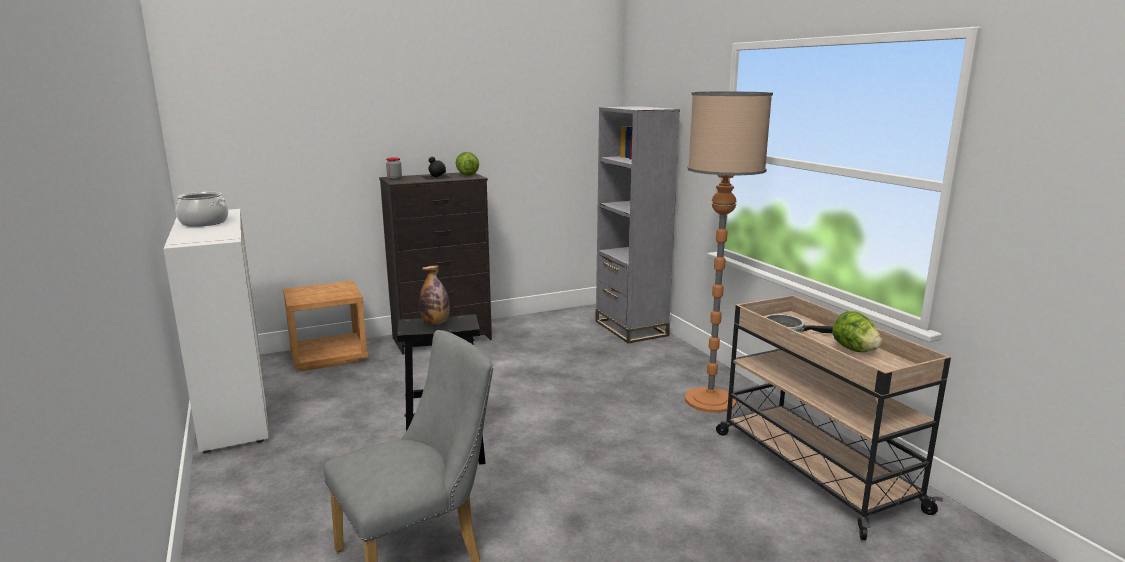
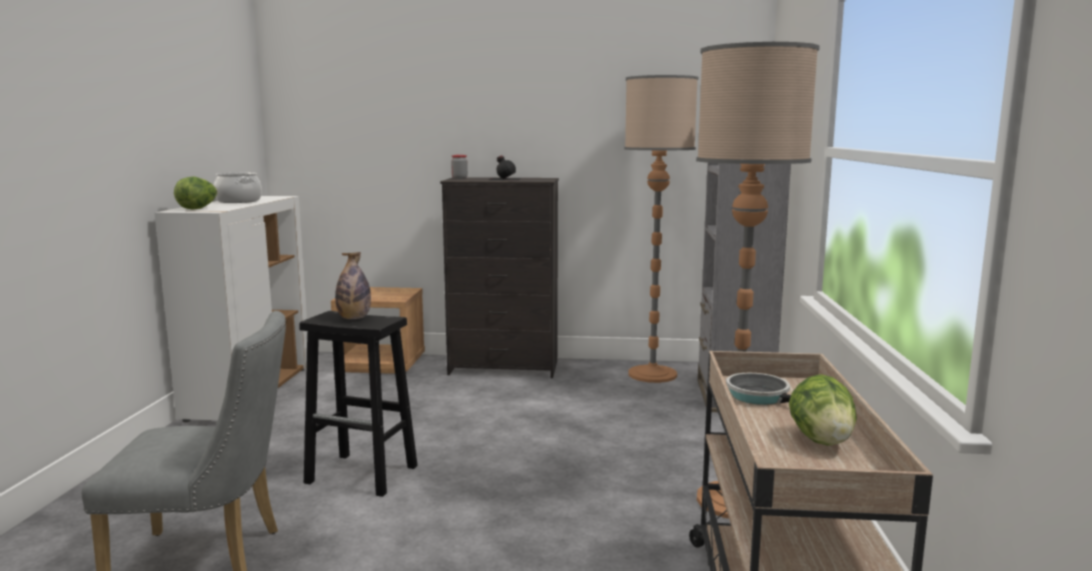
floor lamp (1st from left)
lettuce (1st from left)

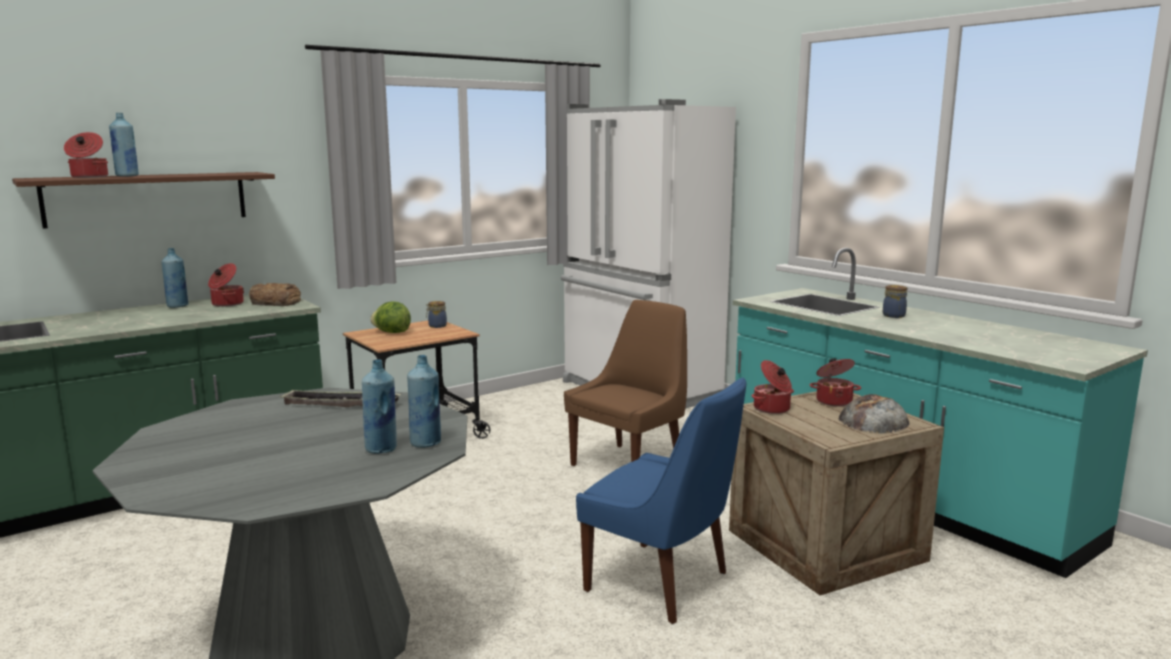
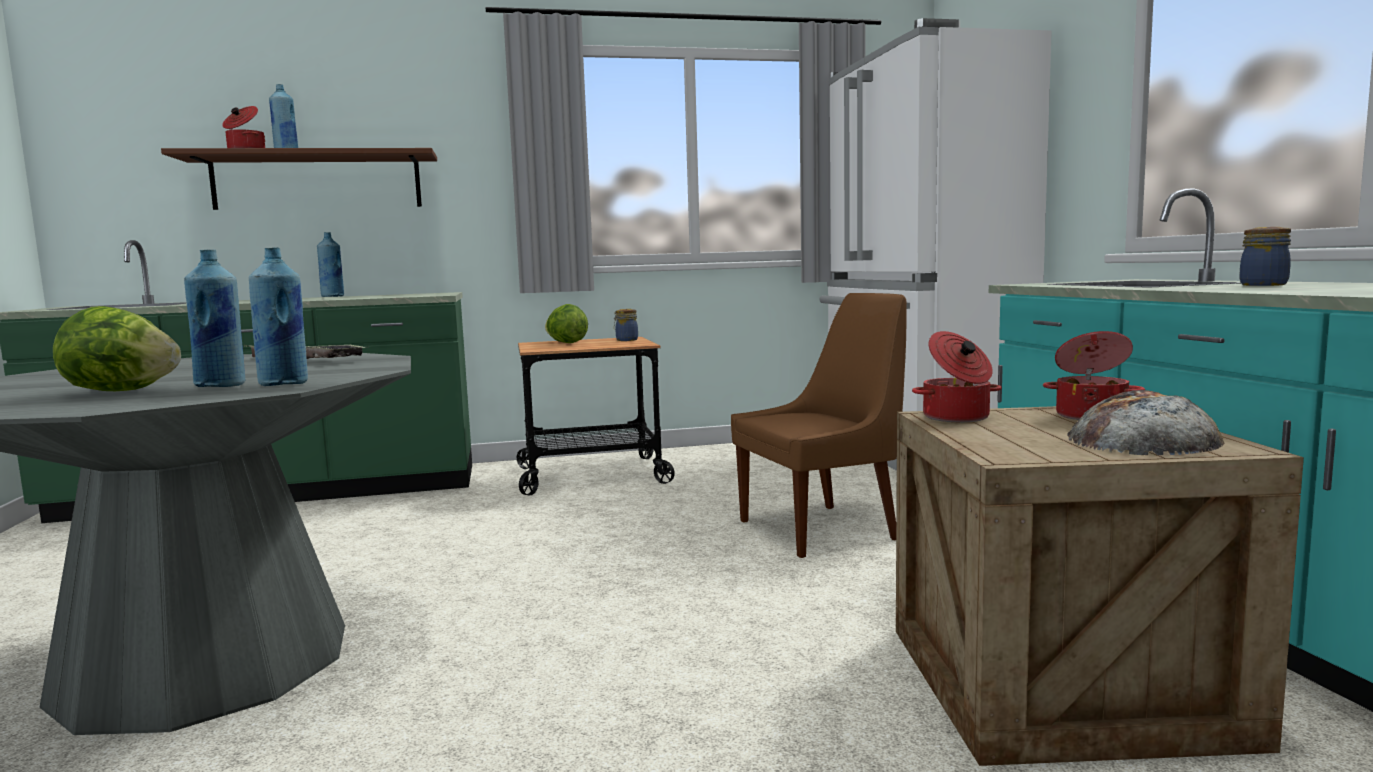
cooking pot (2nd from left in the first image)
bread (1st from left in the first image)
blue chair
lettuce (1st from left)

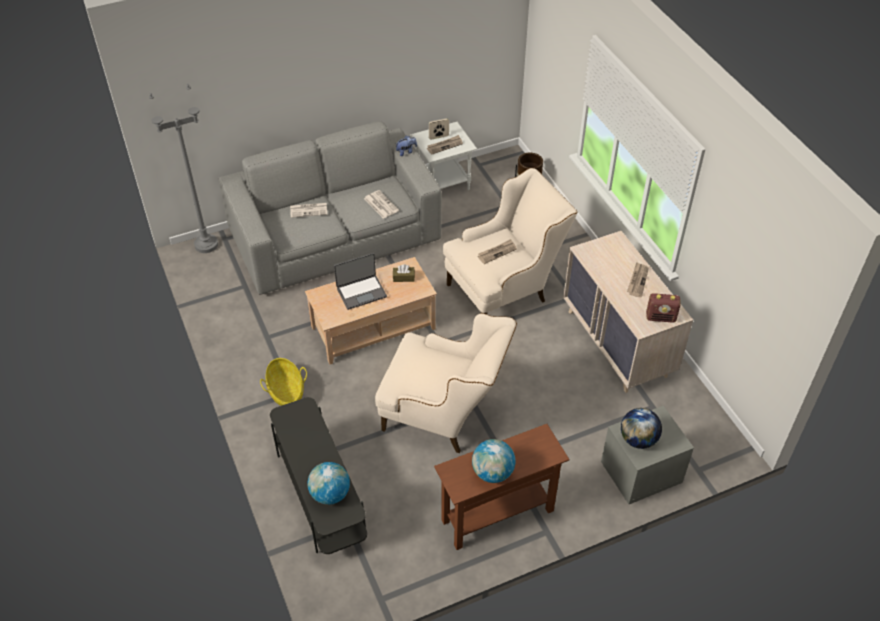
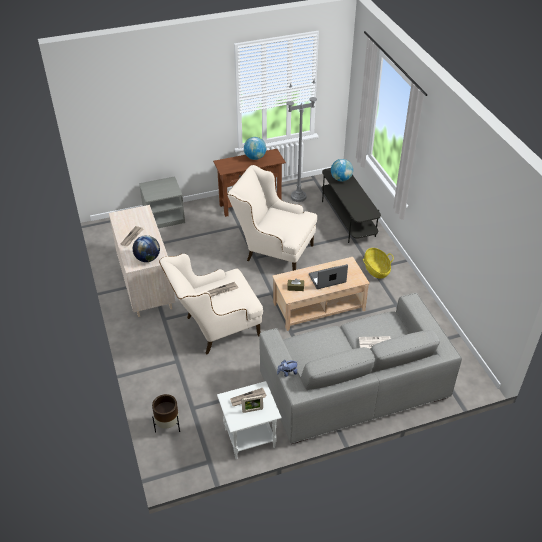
newspaper (2nd from left in the first image)
radio
grey floor lamp
globe (1st from left)

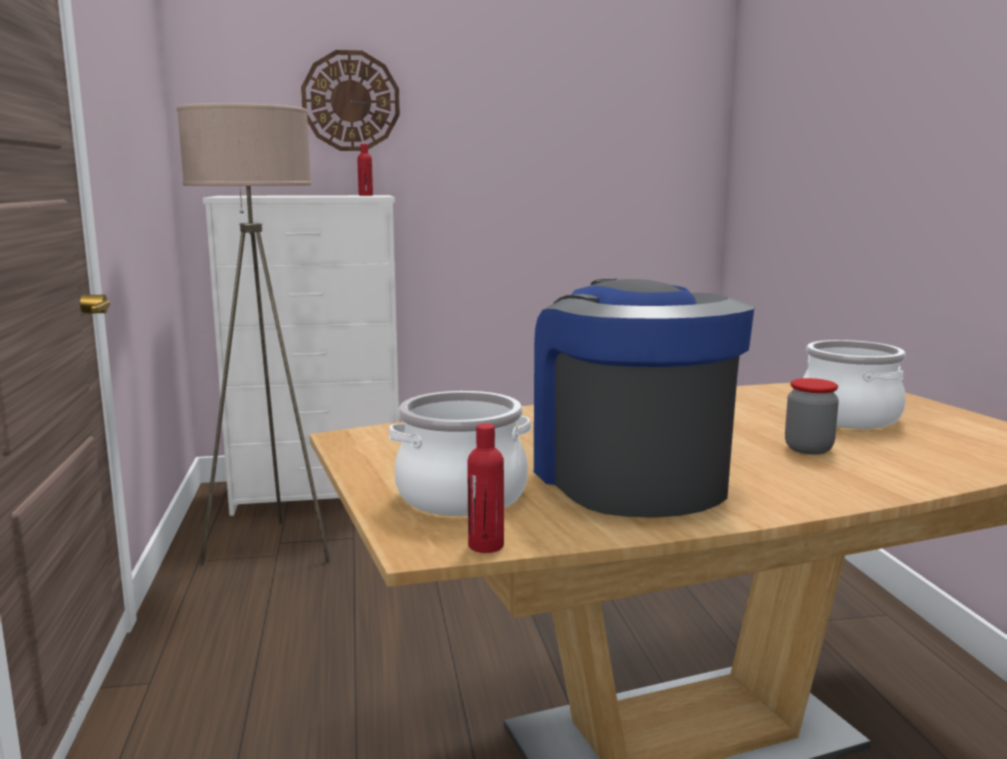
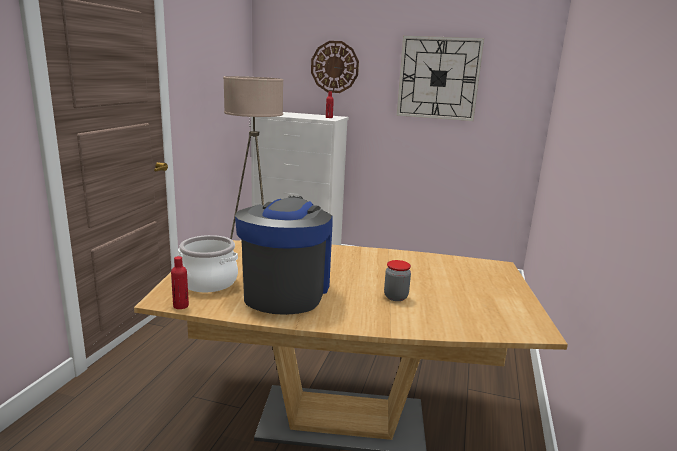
cooking pot (2nd from left in the first image)
wall clock (2nd from left)

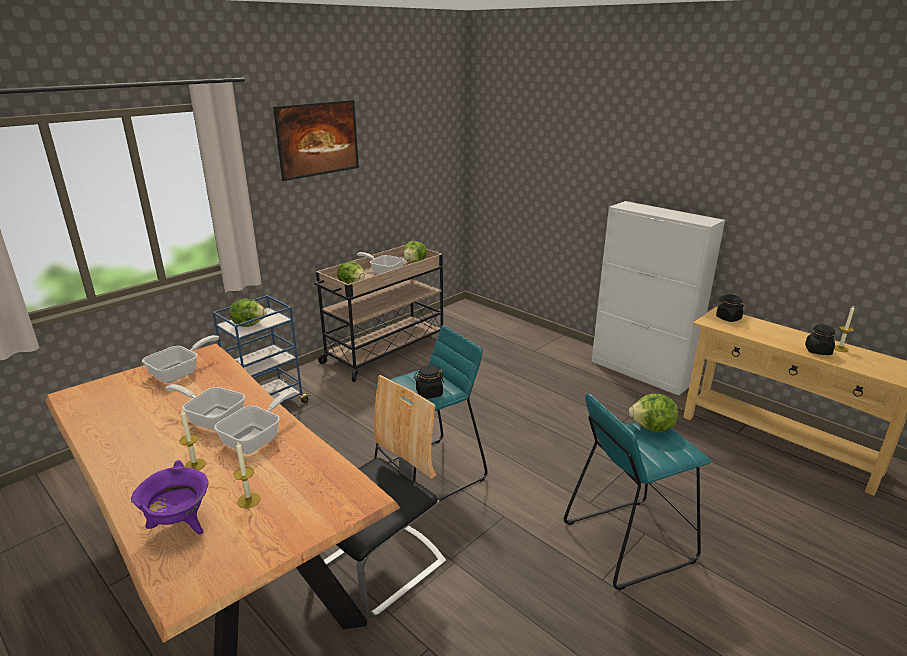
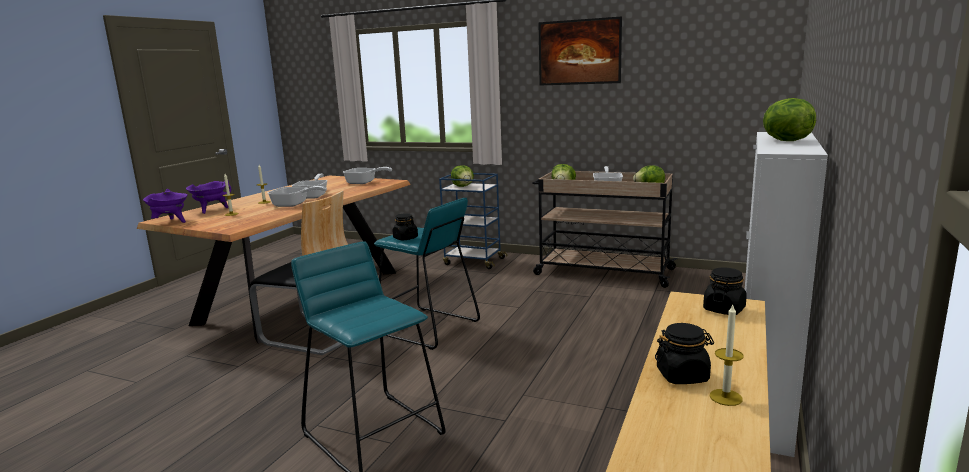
purple cooking pot (1st from left)
lettuce (4th from left)

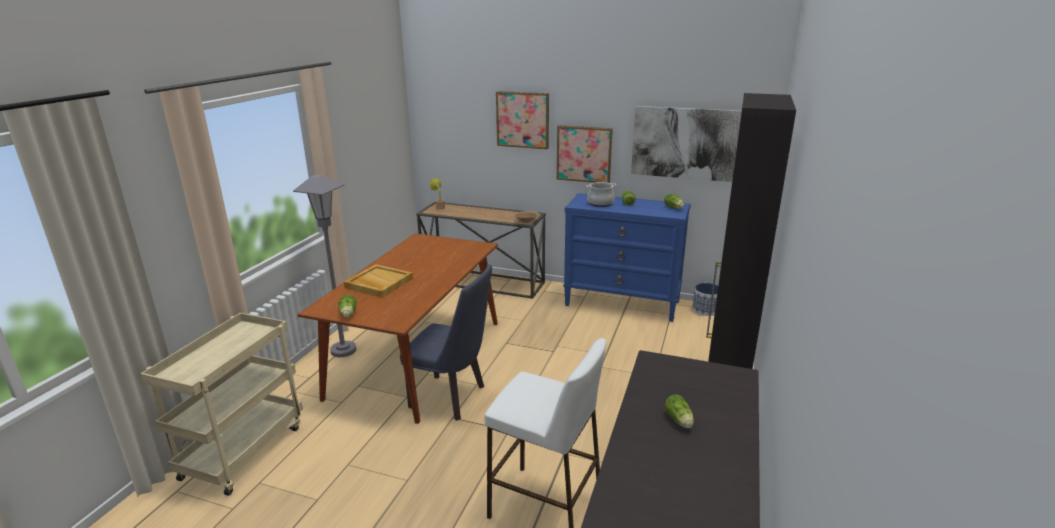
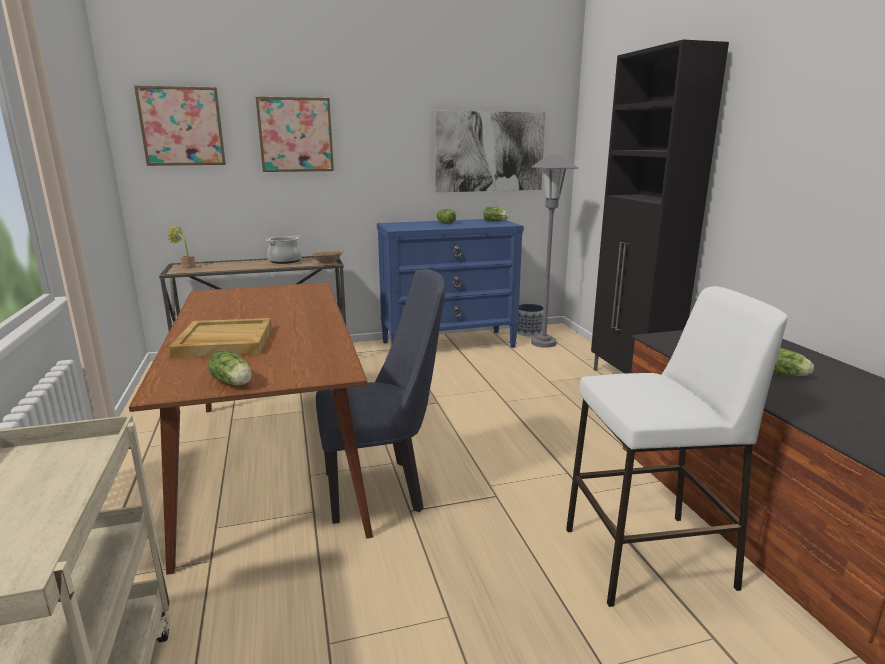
grey floor lamp
picture (1st from left)
cooking pot

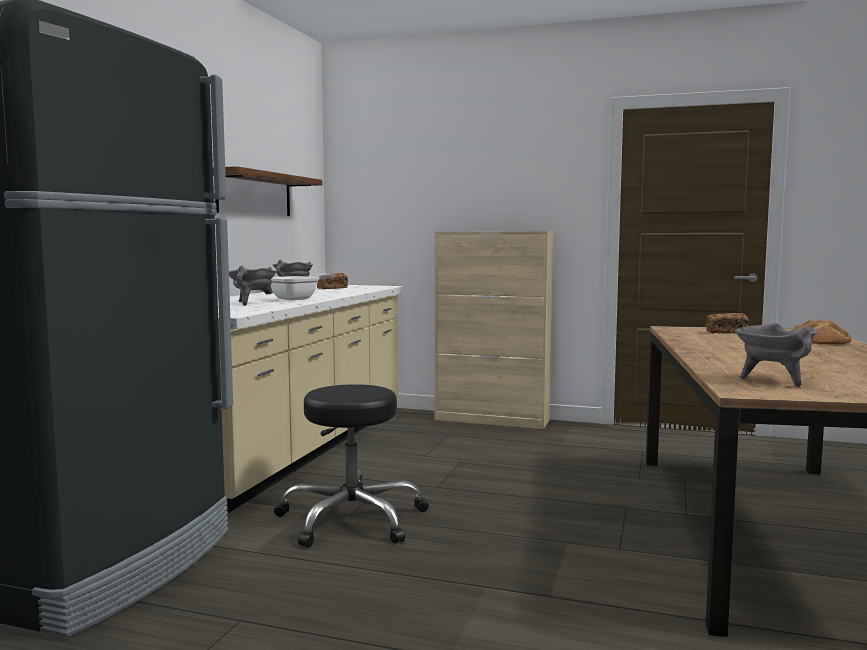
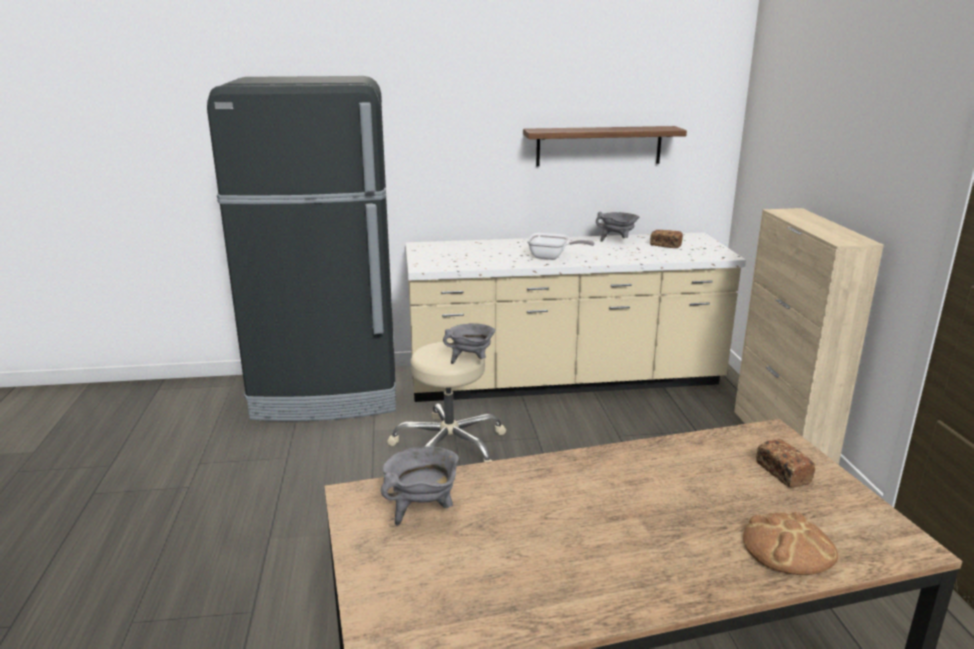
grey cooking pot (2nd from left)
beige stool

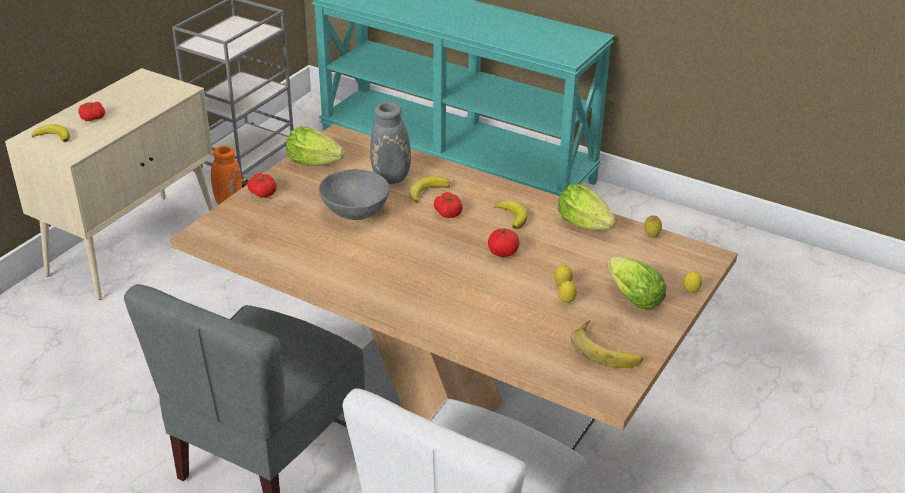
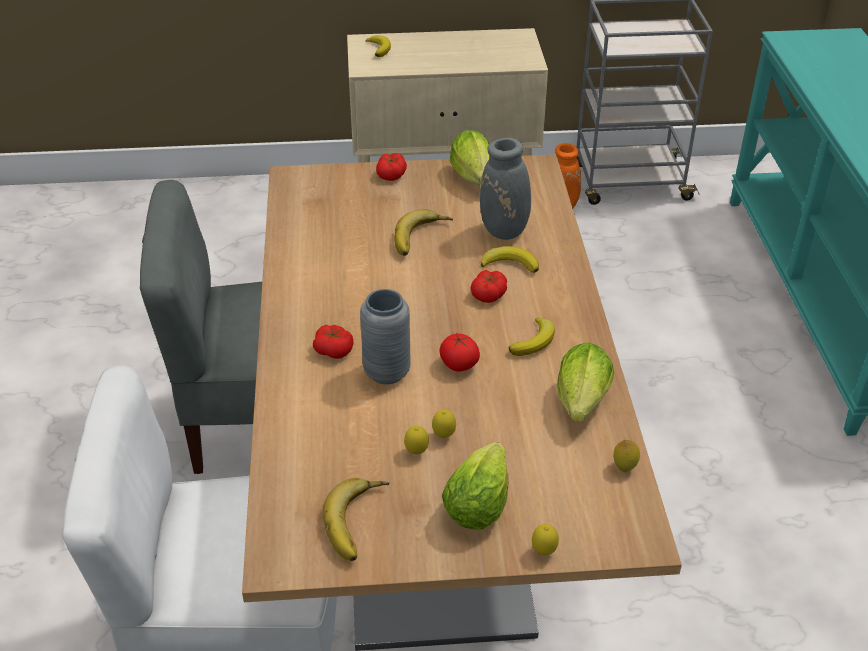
grey vase (1st from left)
tomato (1st from left)
banana (3rd from left)

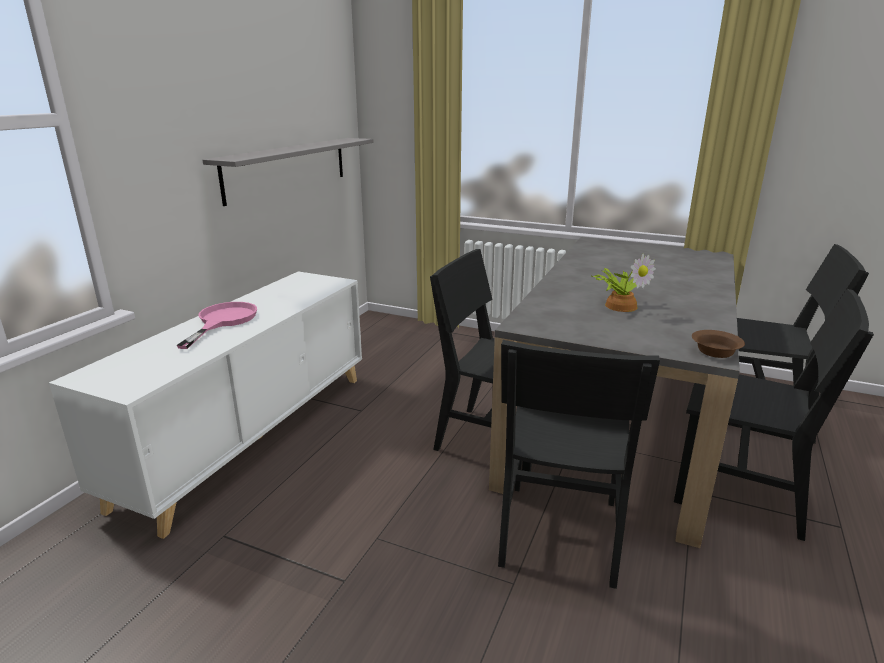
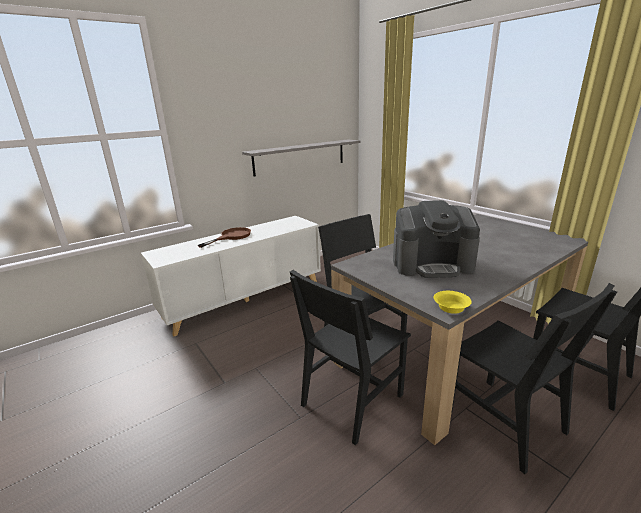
coffee machine
brown frying pan
yellow bowl

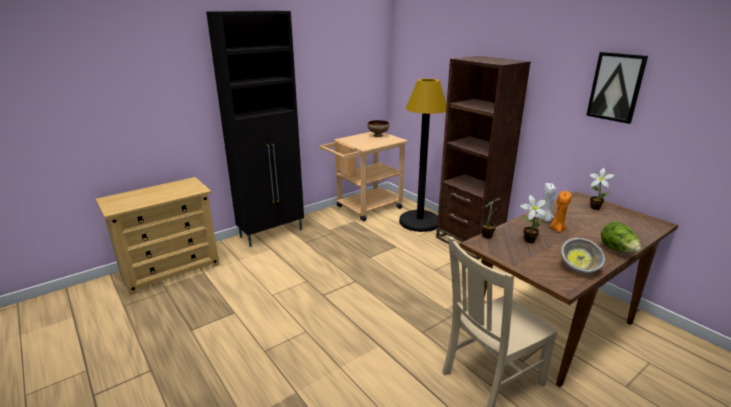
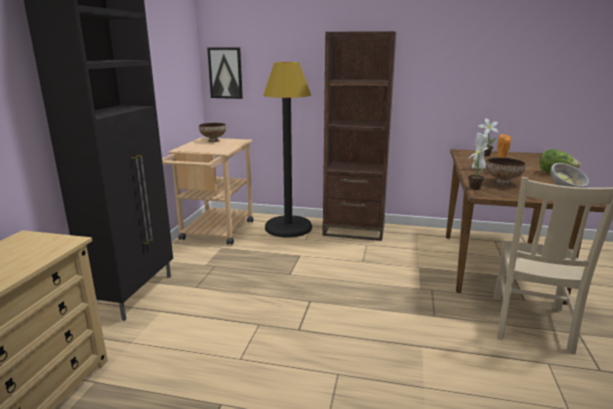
picture
bowl (2nd from left)

